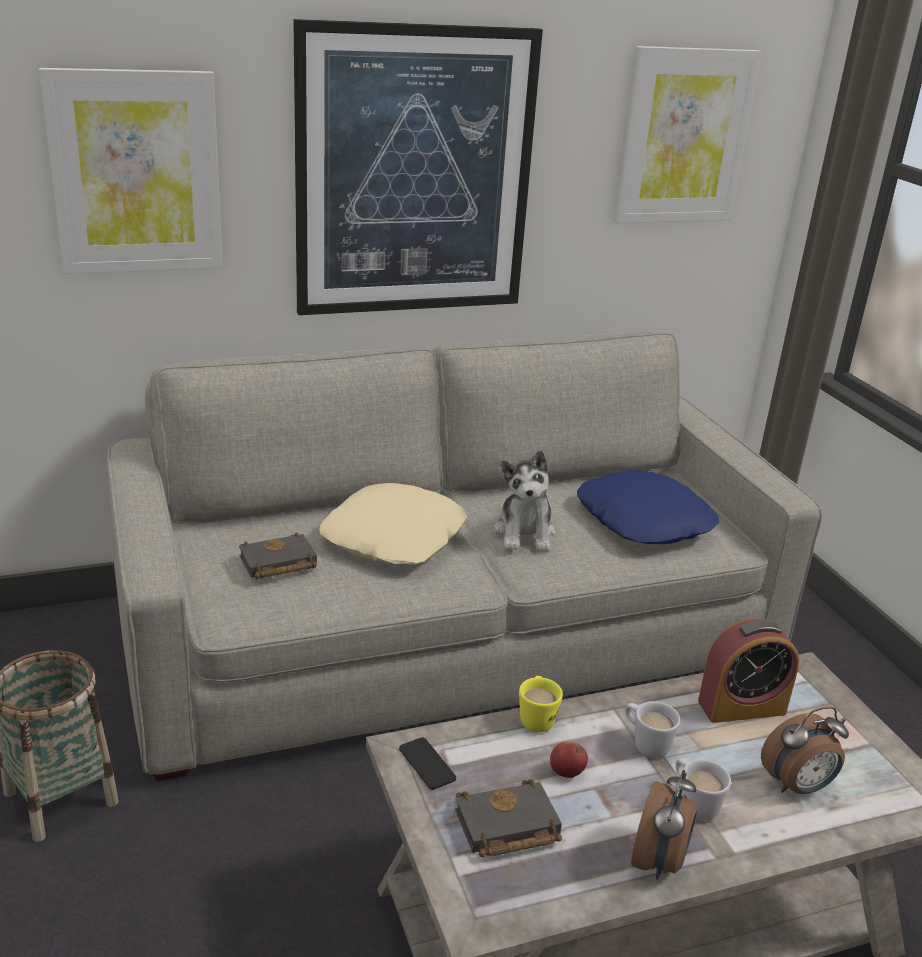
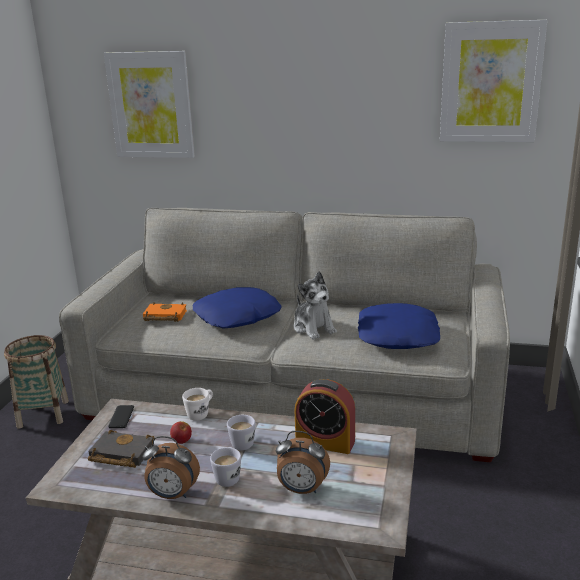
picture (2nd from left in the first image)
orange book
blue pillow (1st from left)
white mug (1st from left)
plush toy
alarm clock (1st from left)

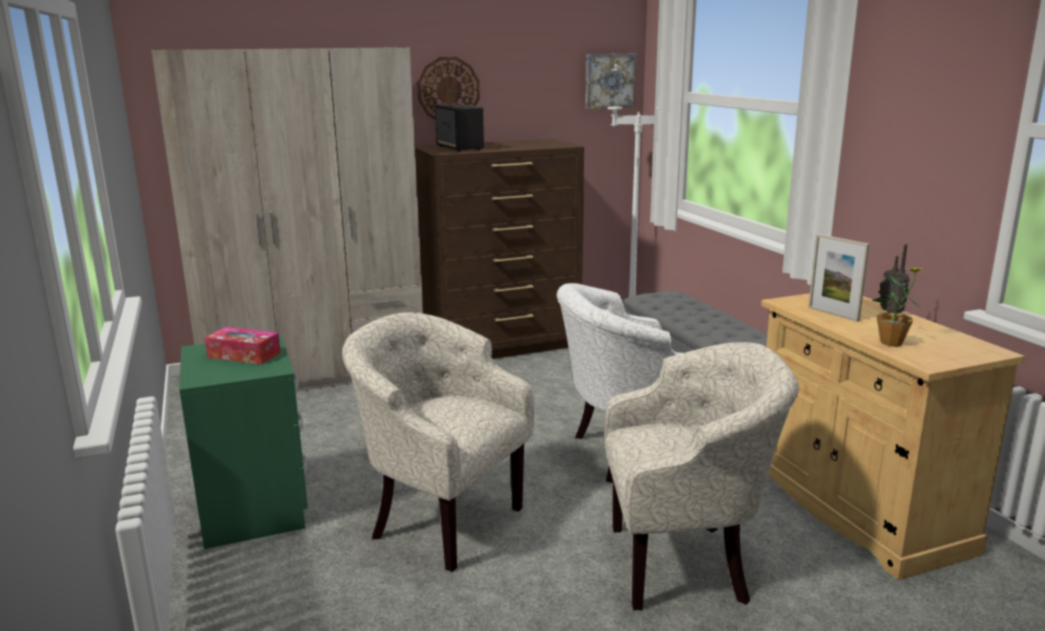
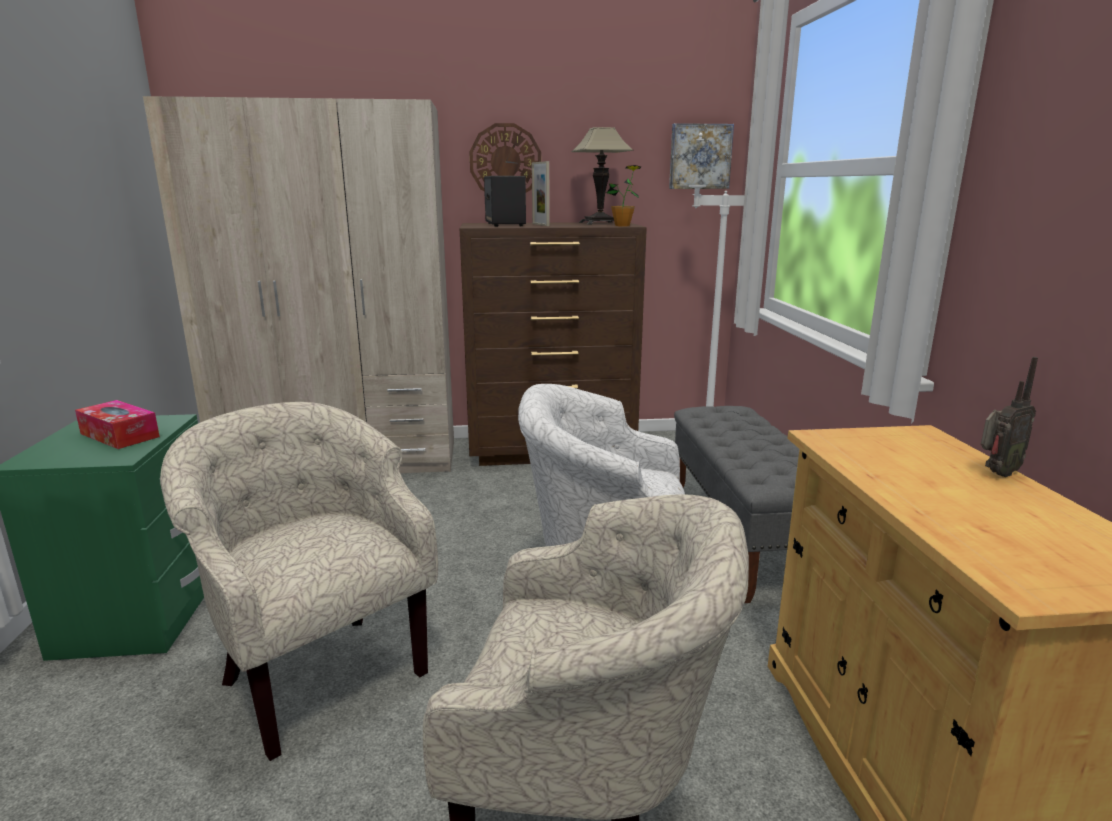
table lamp
picture frame
potted plant
radio

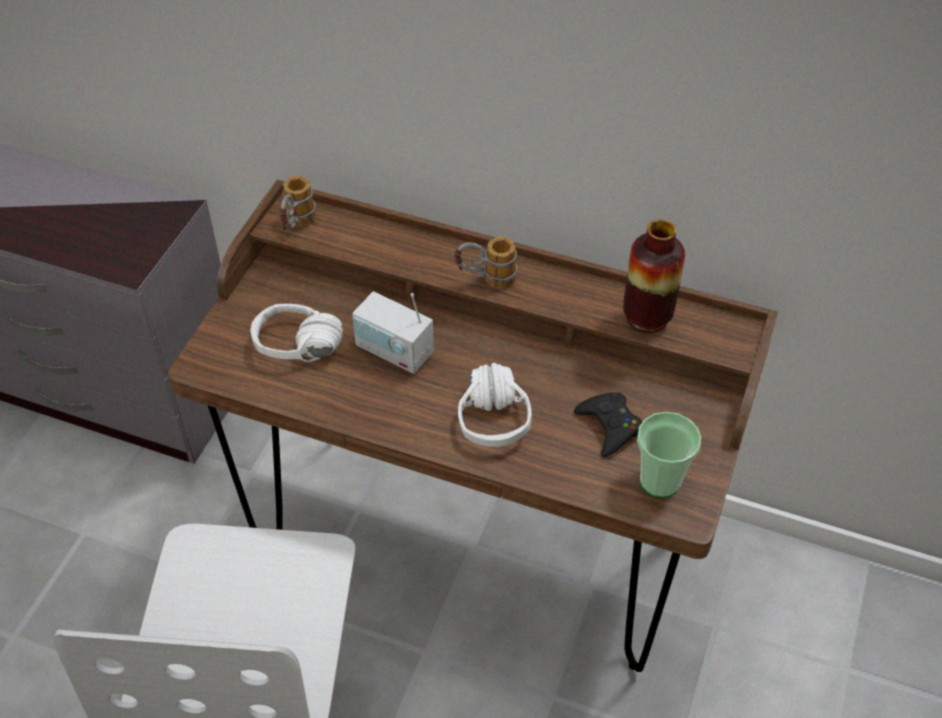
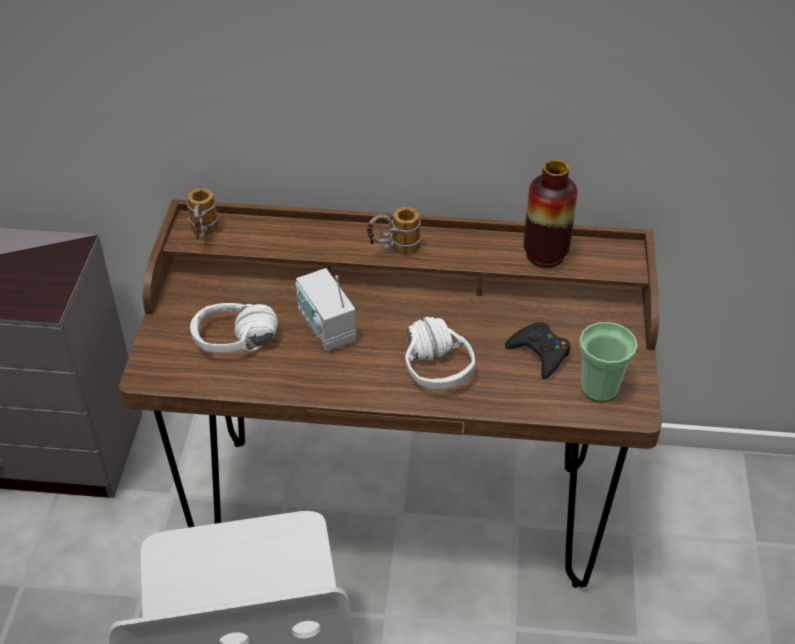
radio

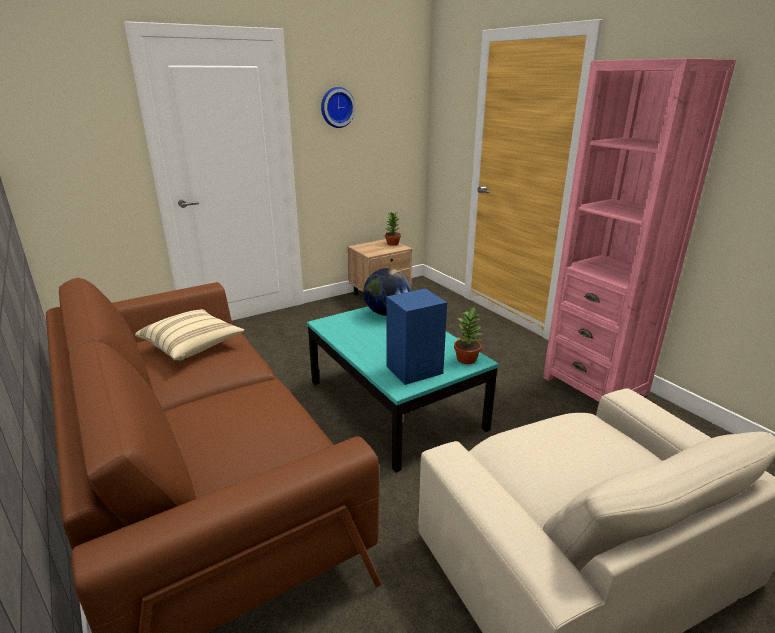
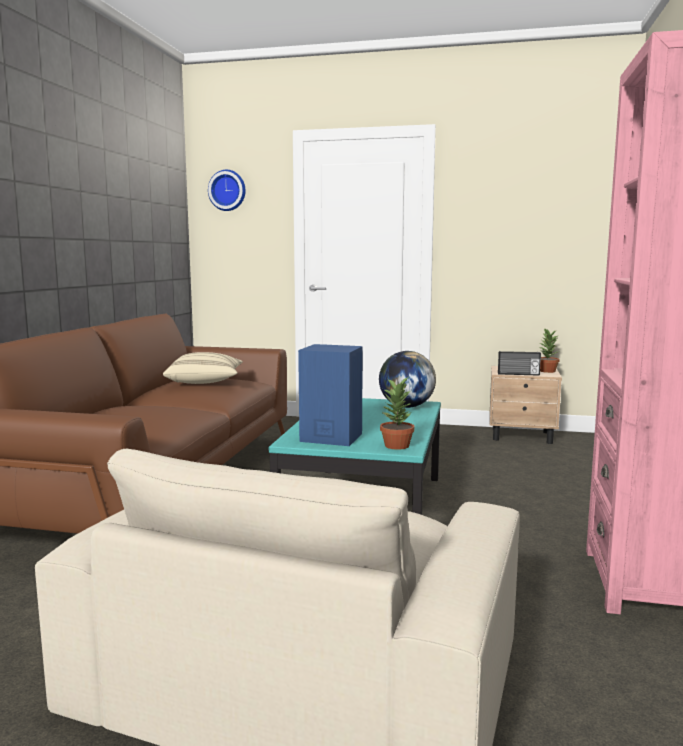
radio
wall clock

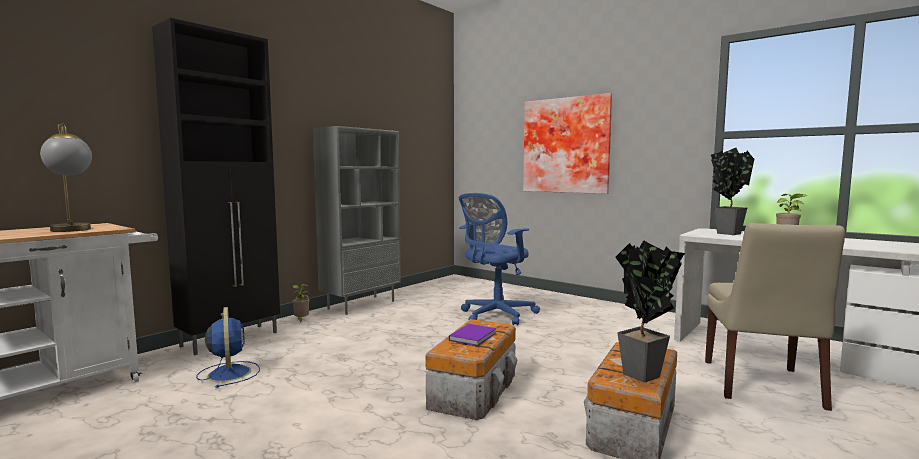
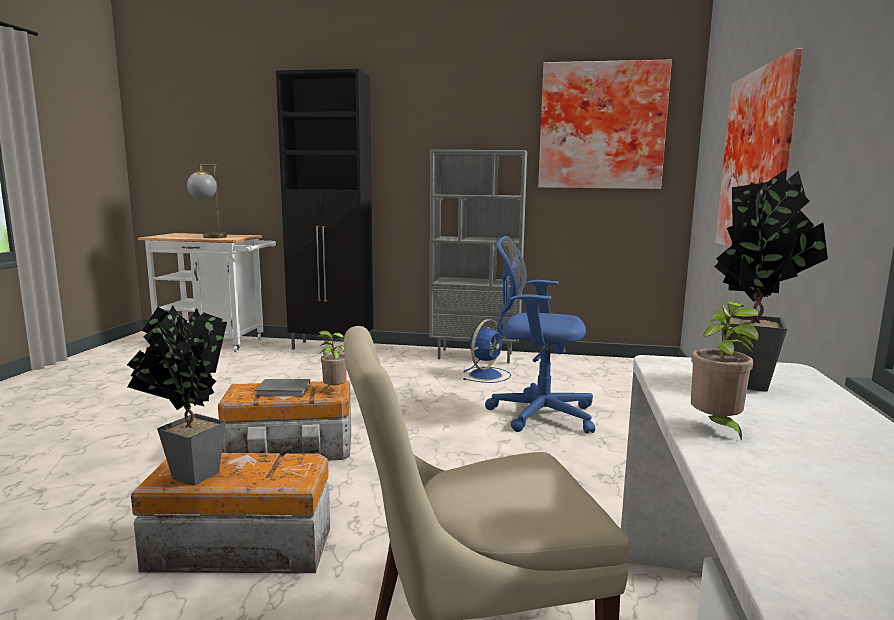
picture (1st from left)
blue fan
potted plant (2nd from left)
grey book

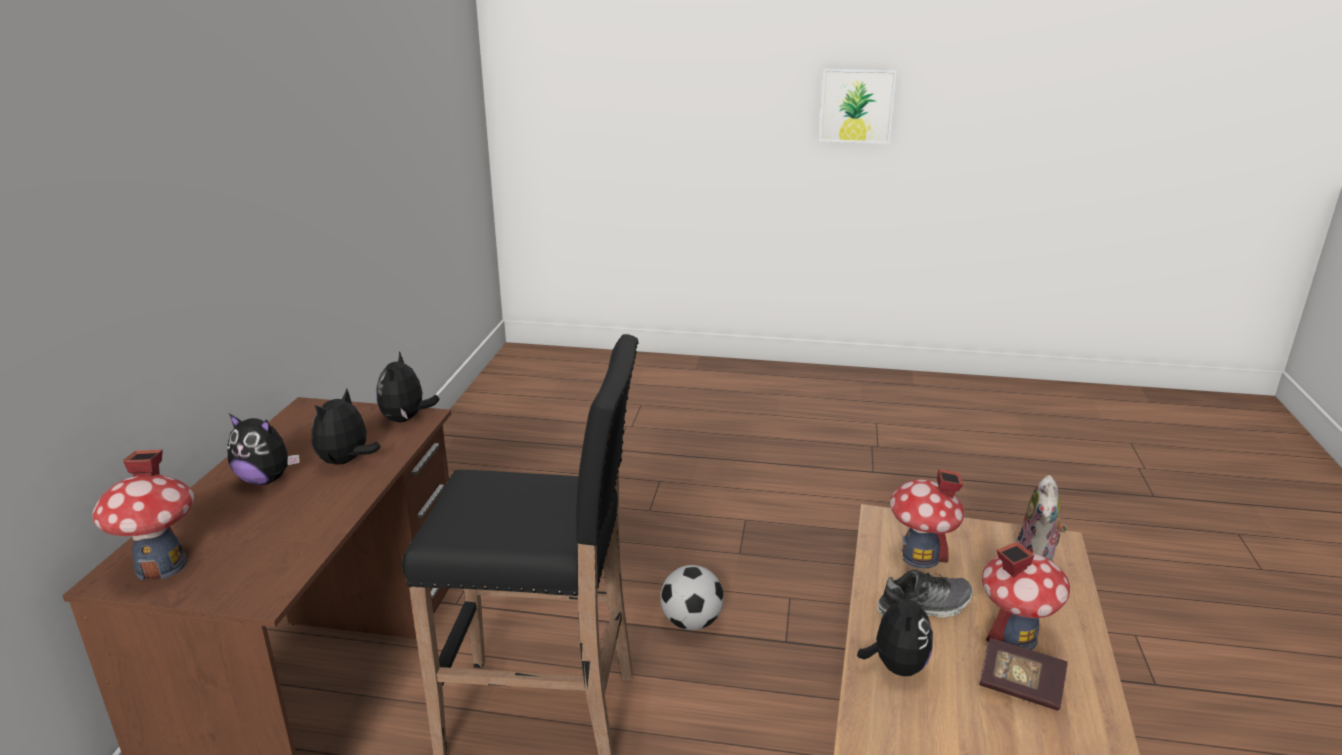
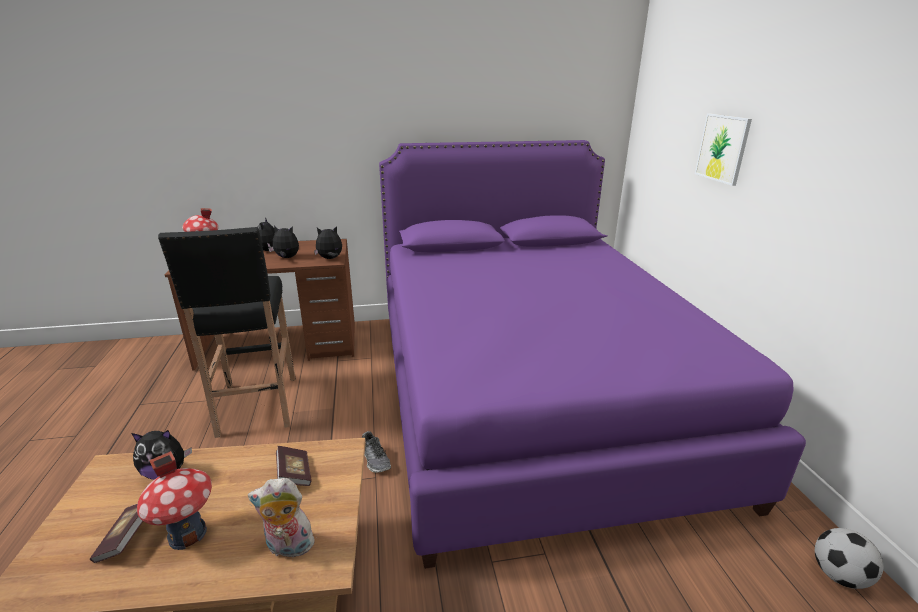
purple bed
football
picture
shoe
book (2nd from left)

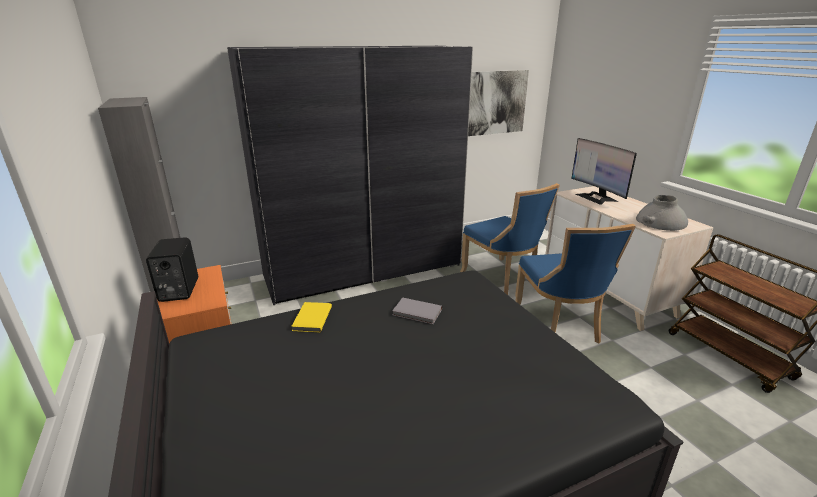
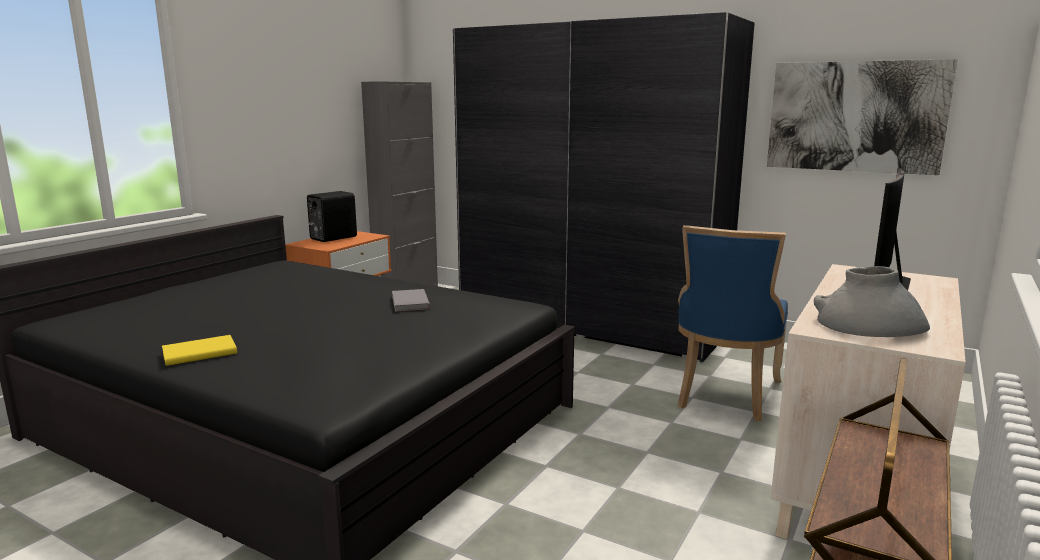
blue chair (2nd from left in the first image)
yellow book

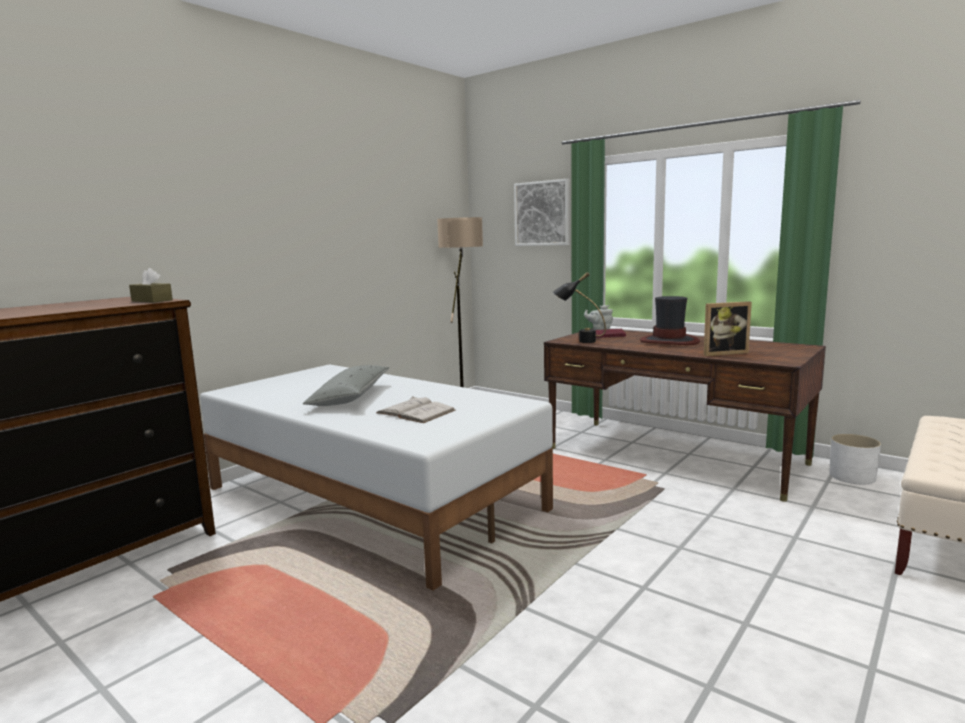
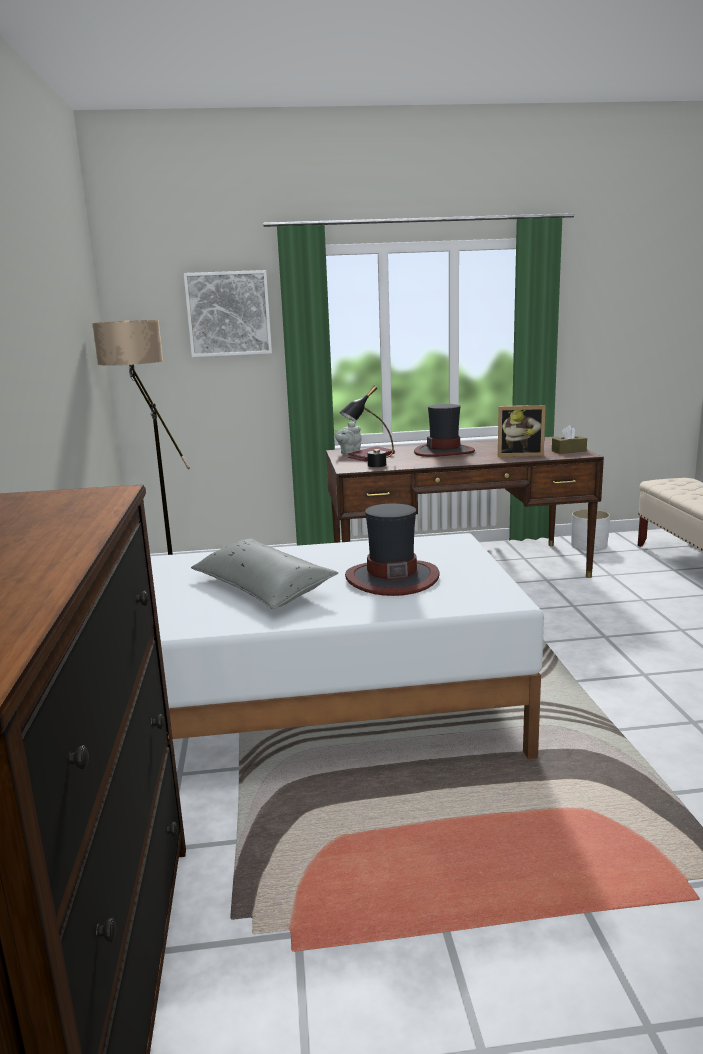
brown tissue box
hat (1st from left)
picture frame

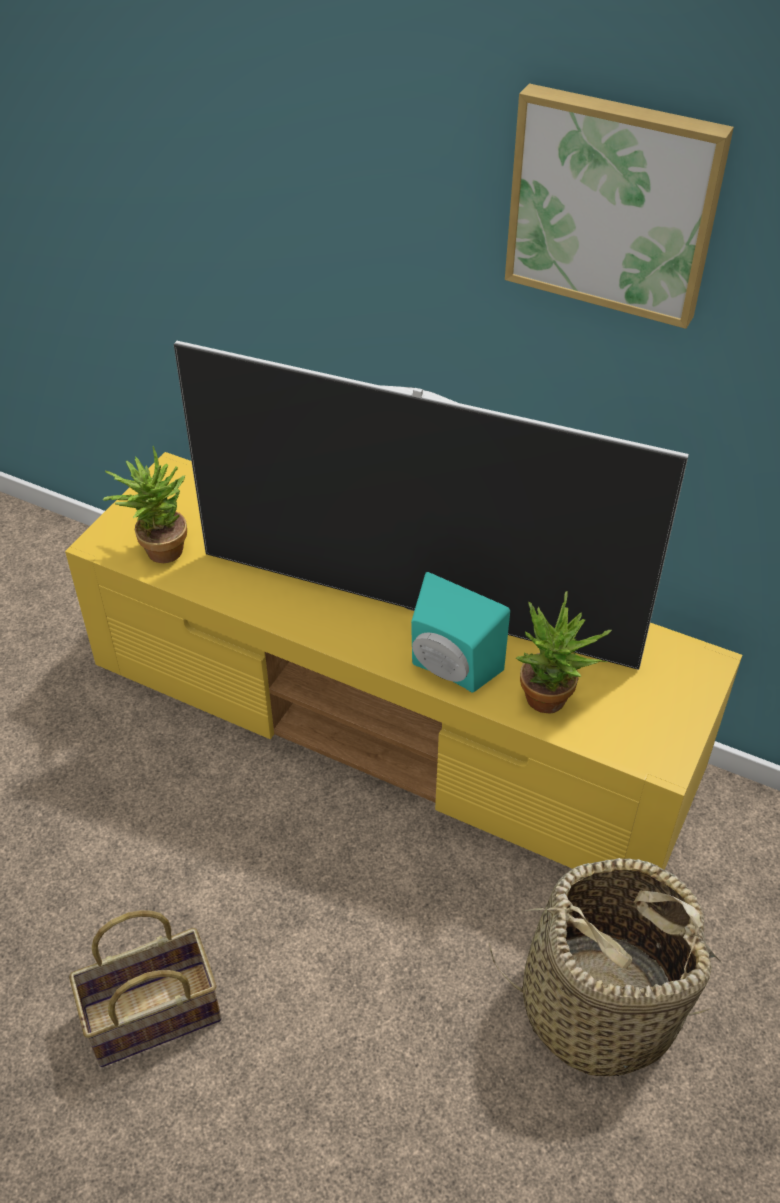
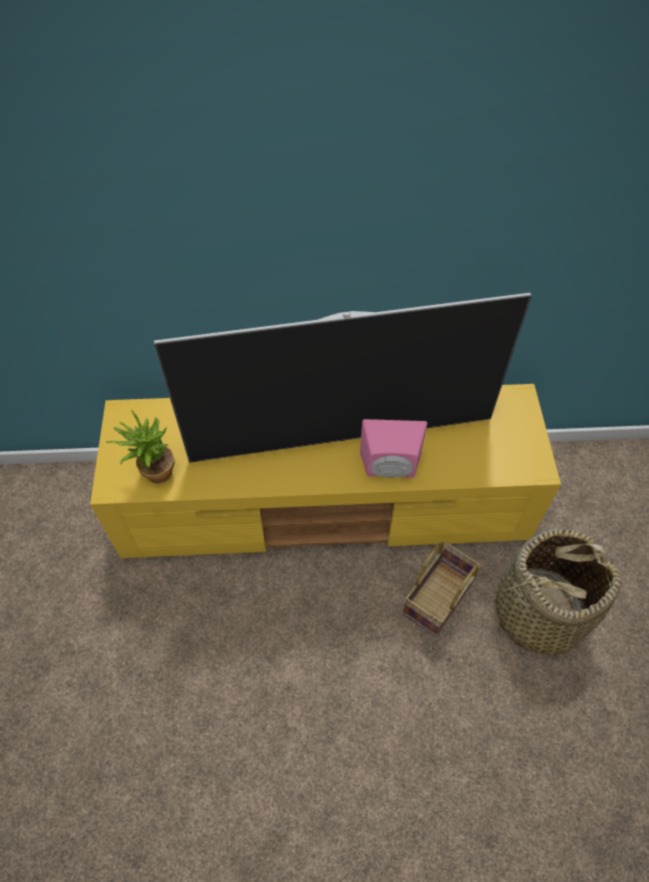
picture
potted plant (2nd from left in the first image)
basket (1st from left)
pink speaker

